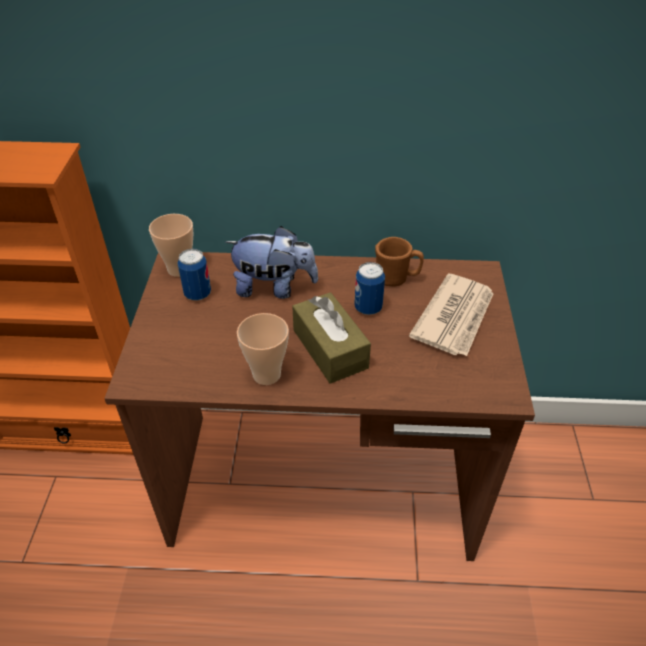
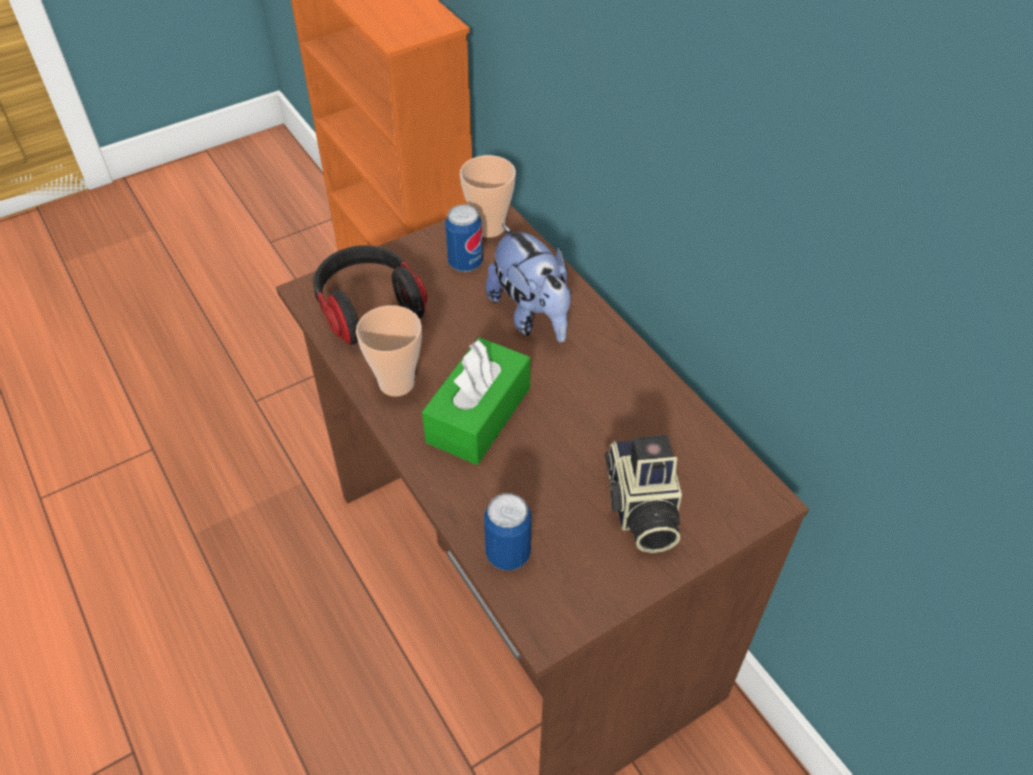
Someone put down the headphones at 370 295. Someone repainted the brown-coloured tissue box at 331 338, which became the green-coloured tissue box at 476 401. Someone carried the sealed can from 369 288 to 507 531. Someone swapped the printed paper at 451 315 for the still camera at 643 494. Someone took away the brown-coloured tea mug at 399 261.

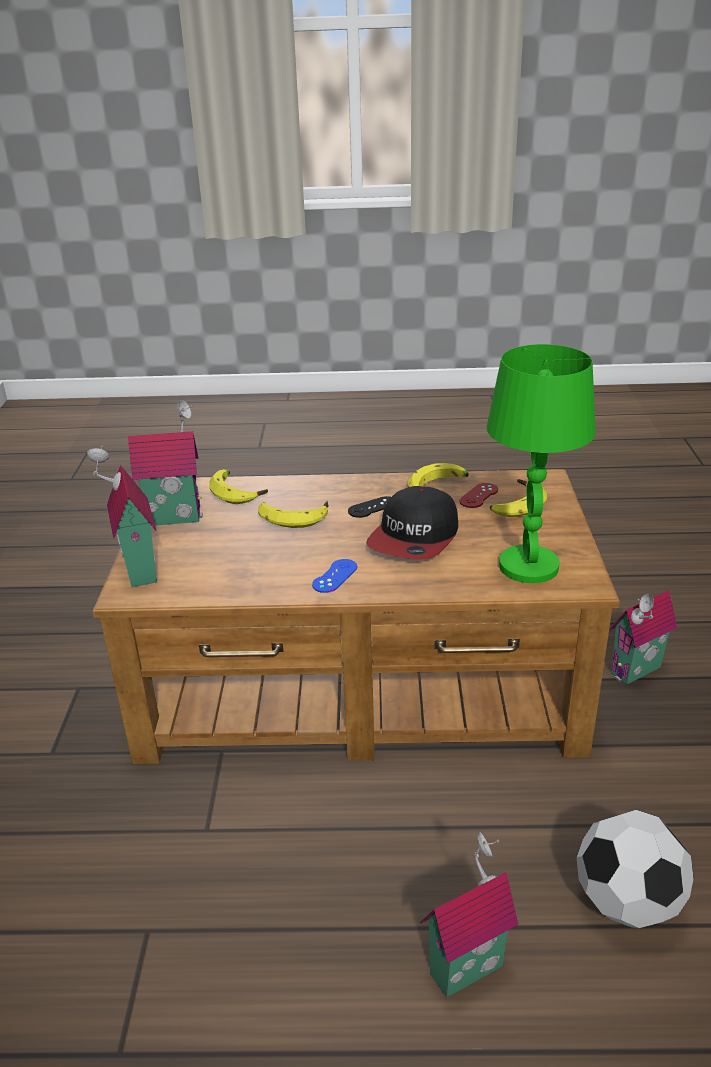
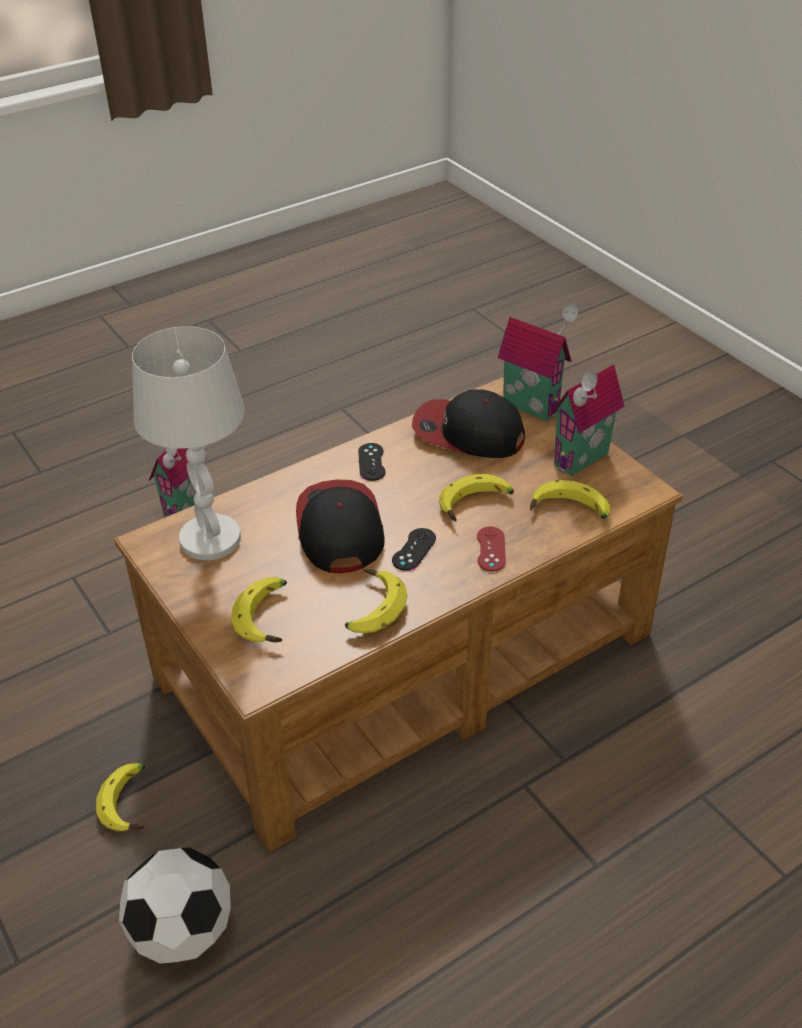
Someone swapped the toy house at 643 637 for the banana fruit at 120 797. Someone carried the football ball from 635 869 to 175 905. Someone repainted the green-coloured table lamp at 541 463, which became the white-coloured table lamp at 188 443. Someone repainted the bluish joypad at 334 576, which became the blackish joypad at 371 462. Someone put down the cap at 468 423. Someone carried the red joypad from 478 495 to 491 548.

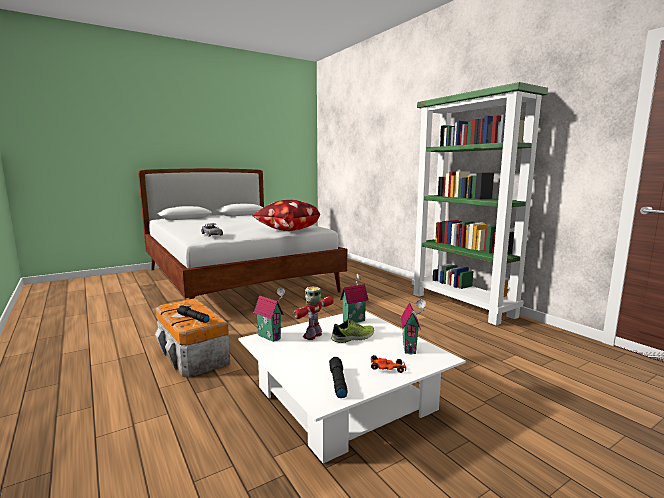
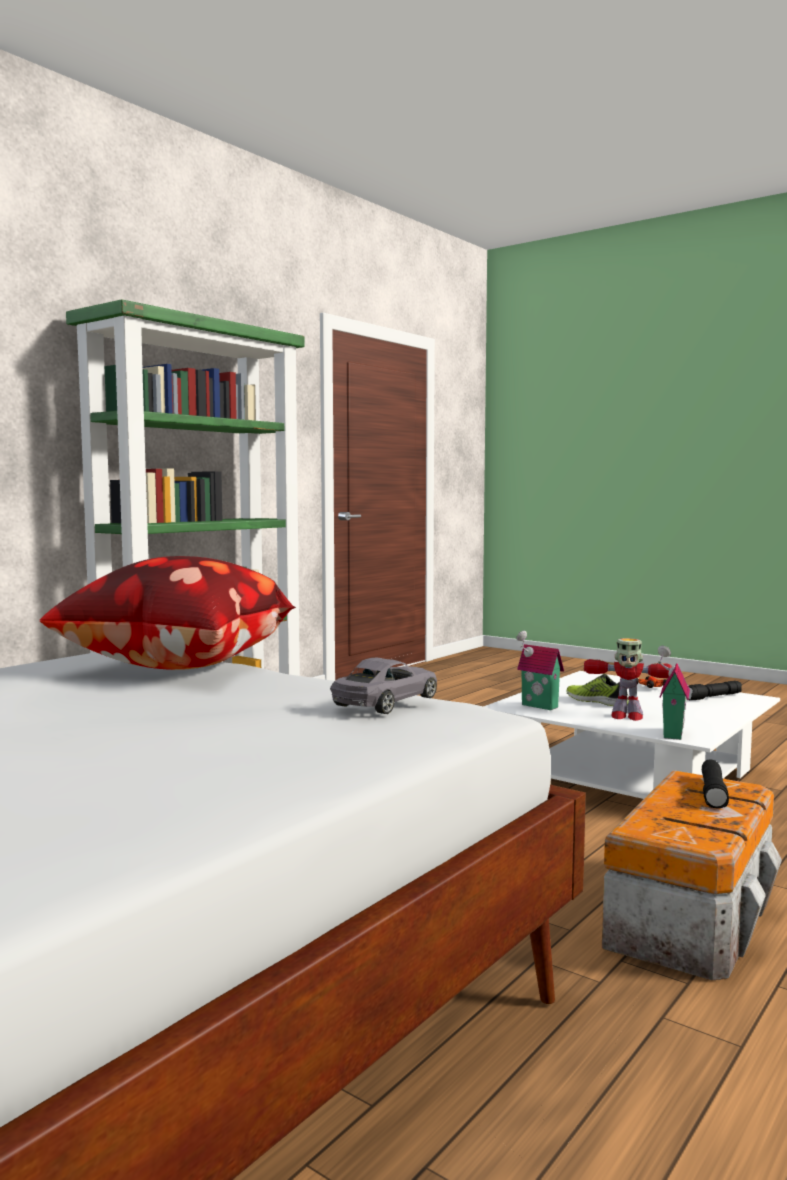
Someone took away the toy house at 413 326.

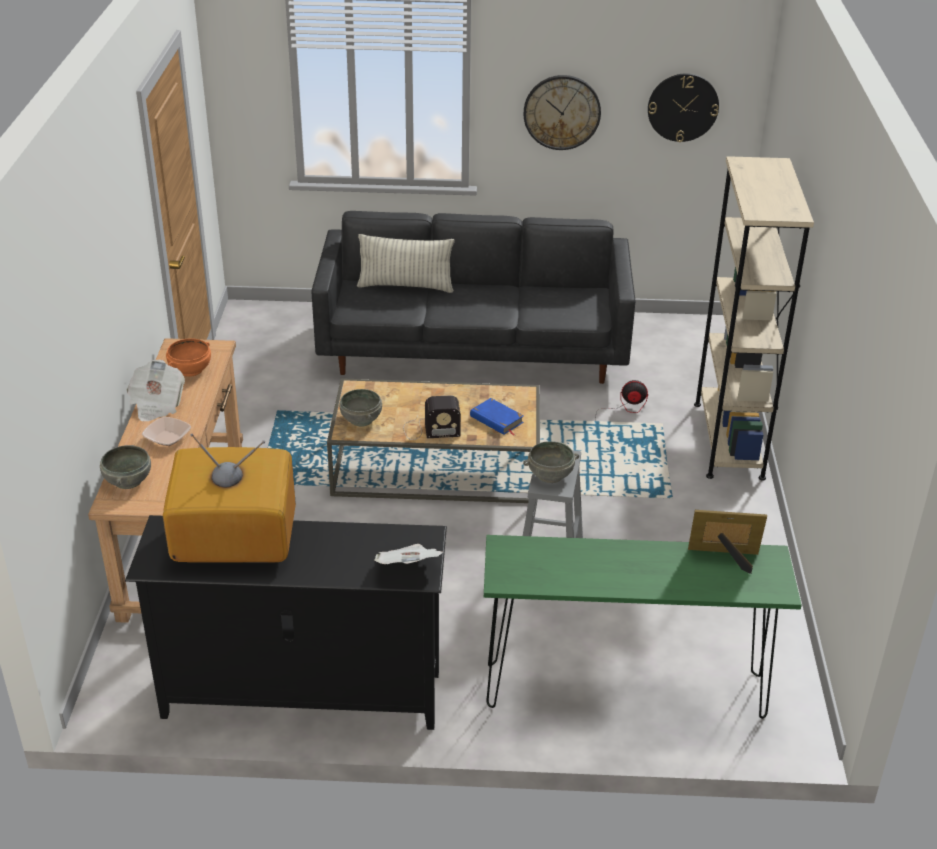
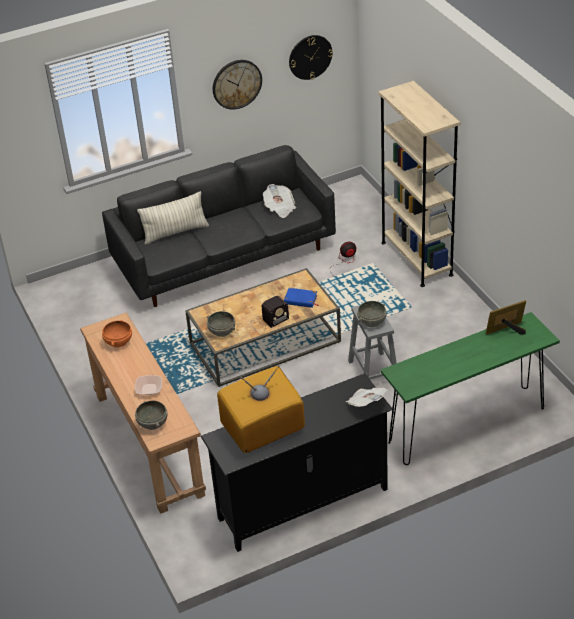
Someone carried the printed paper from 156 391 to 279 201.

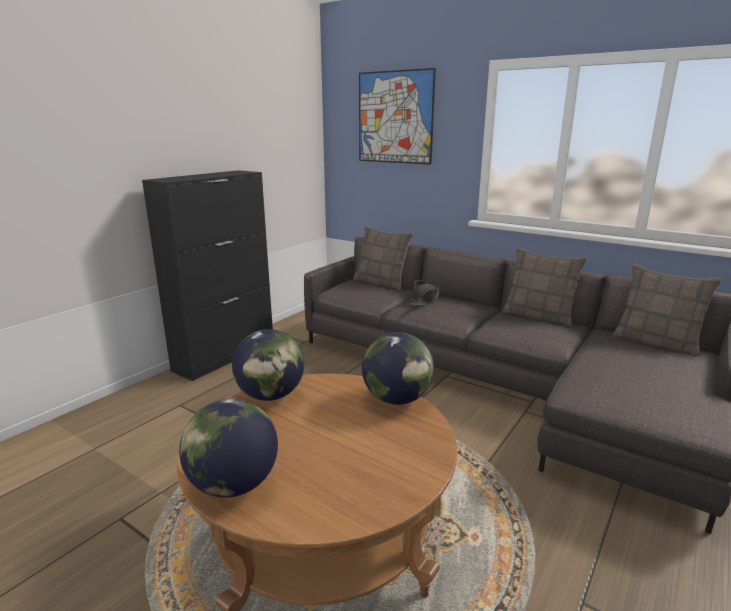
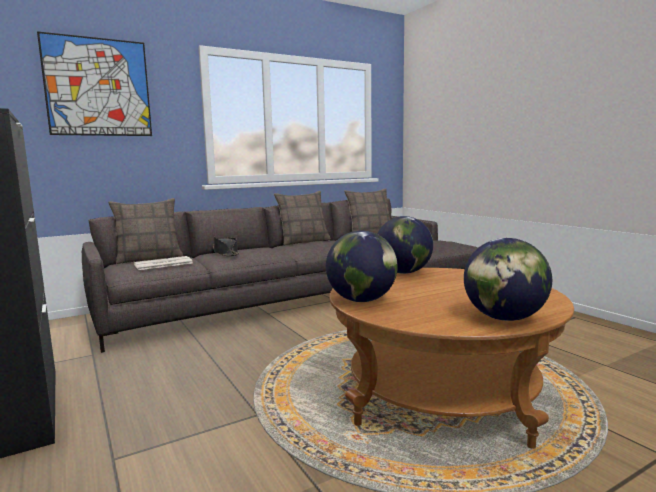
Someone put down the printed paper at 163 263.

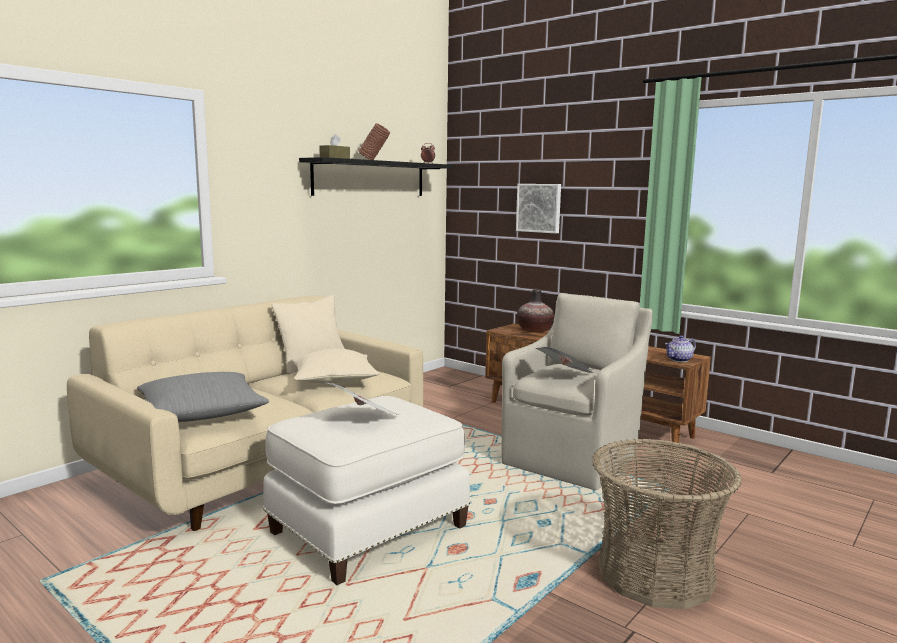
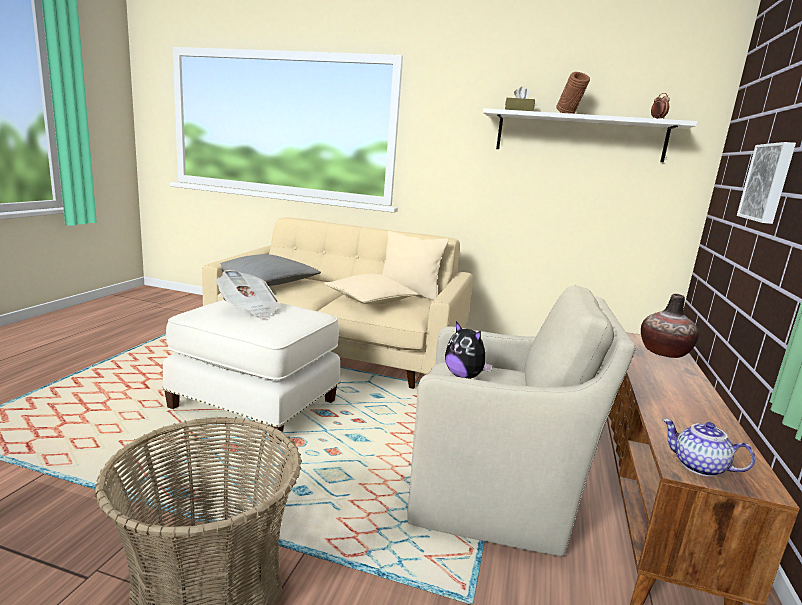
Someone swapped the printed paper at 565 360 for the cuddly toy at 469 350. Someone repainted the blackish shelf at 376 176, which became the white-coloured shelf at 590 135.

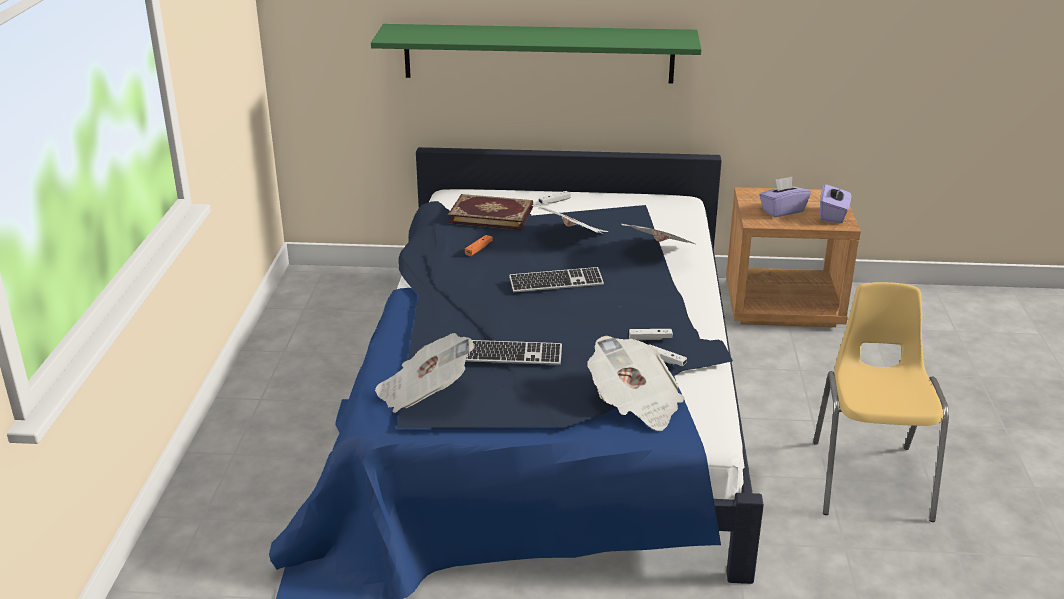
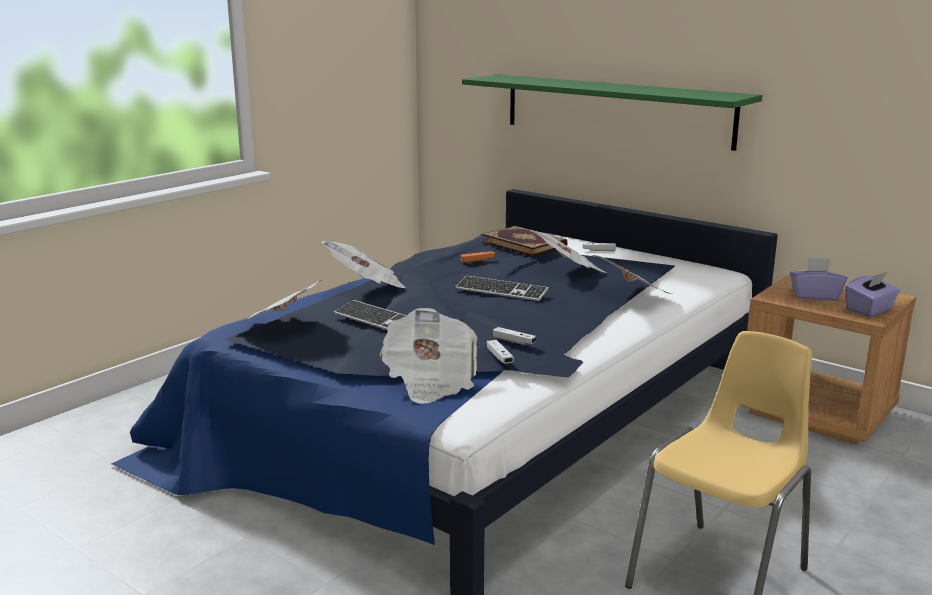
Someone put down the printed paper at 363 264.

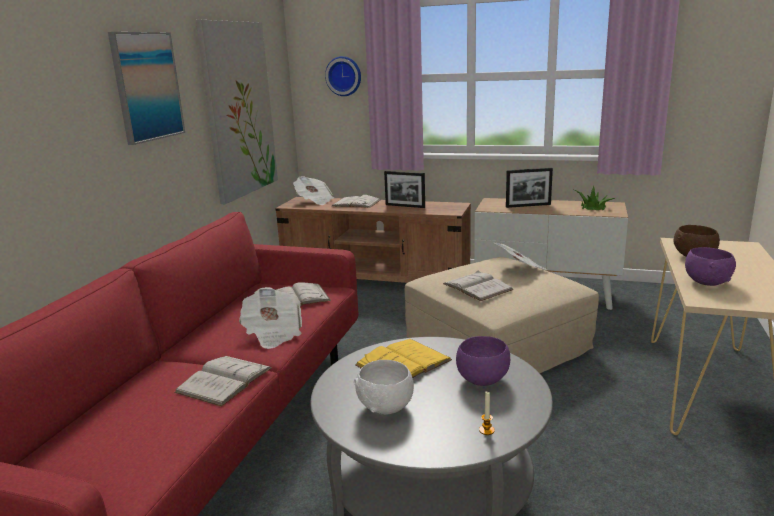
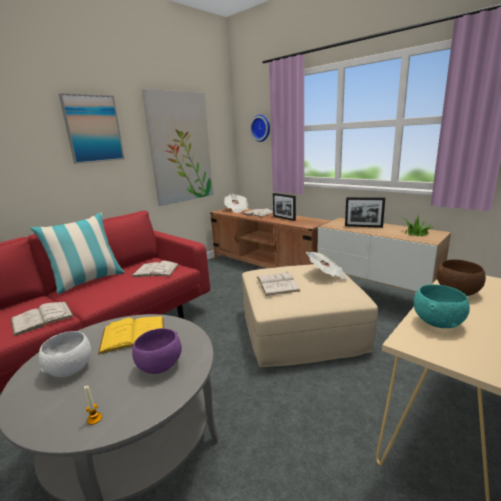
Someone put down the pillow at 77 253. Someone repainted the purple bowl at 710 266, which became the blue-green bowl at 442 306. Someone took away the printed paper at 270 318.

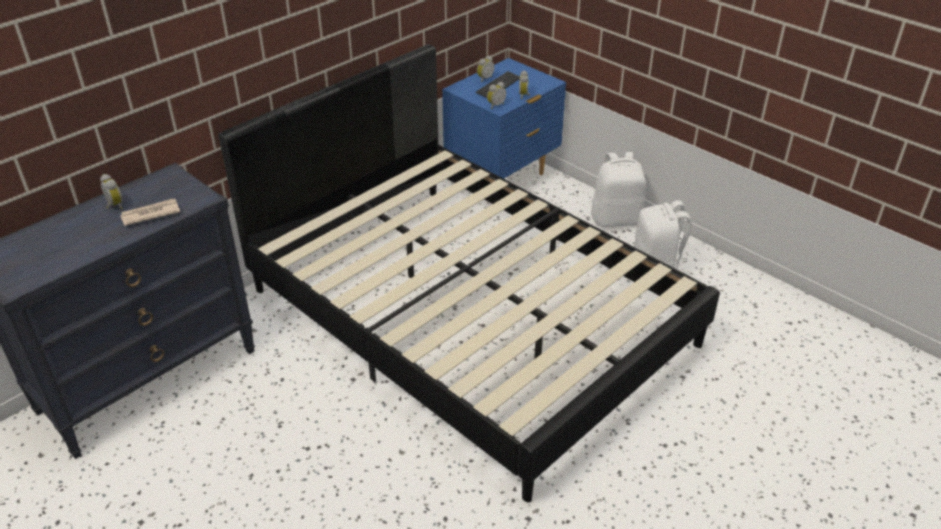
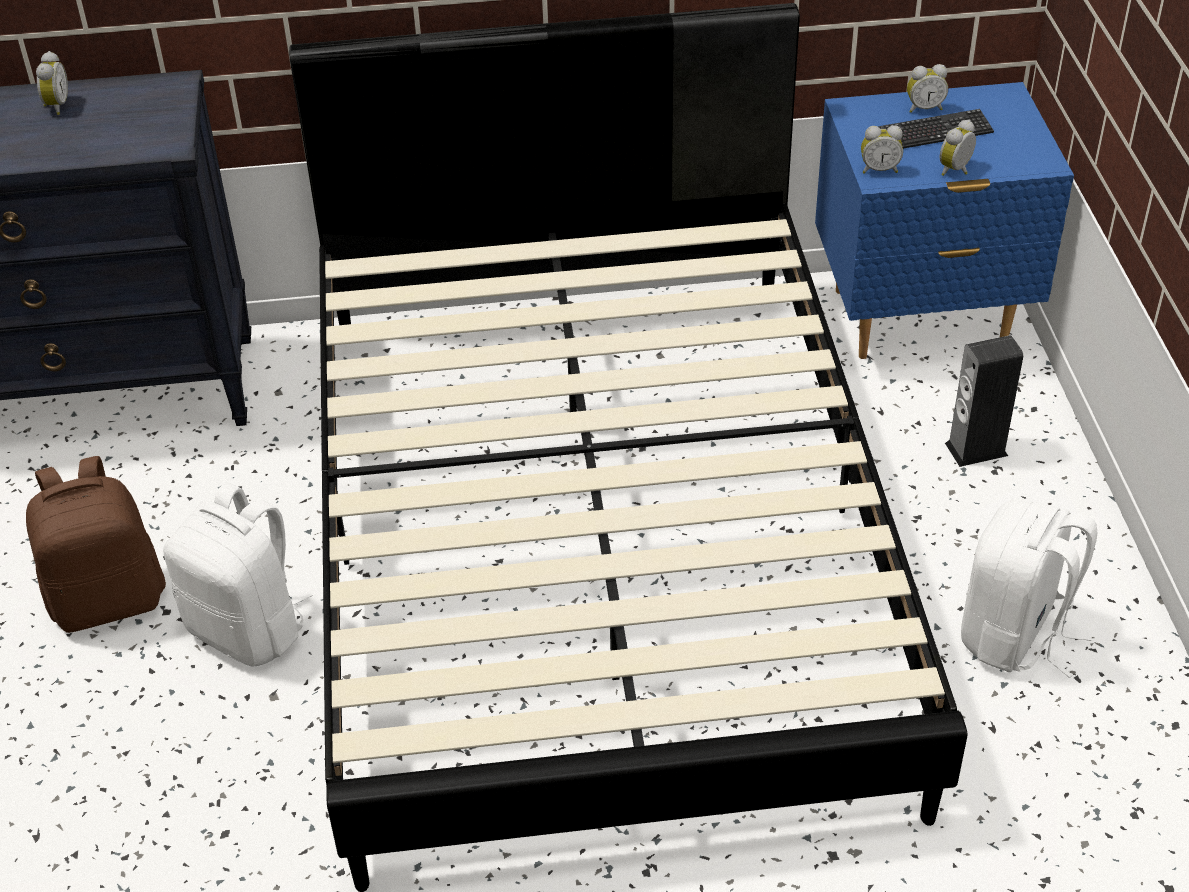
Someone put down the brown-coloured knapsack at 96 544. Someone carried the white-coloured knapsack from 618 189 to 238 574. Someone put down the speaker at 984 401. Someone took away the printed paper at 150 212.

